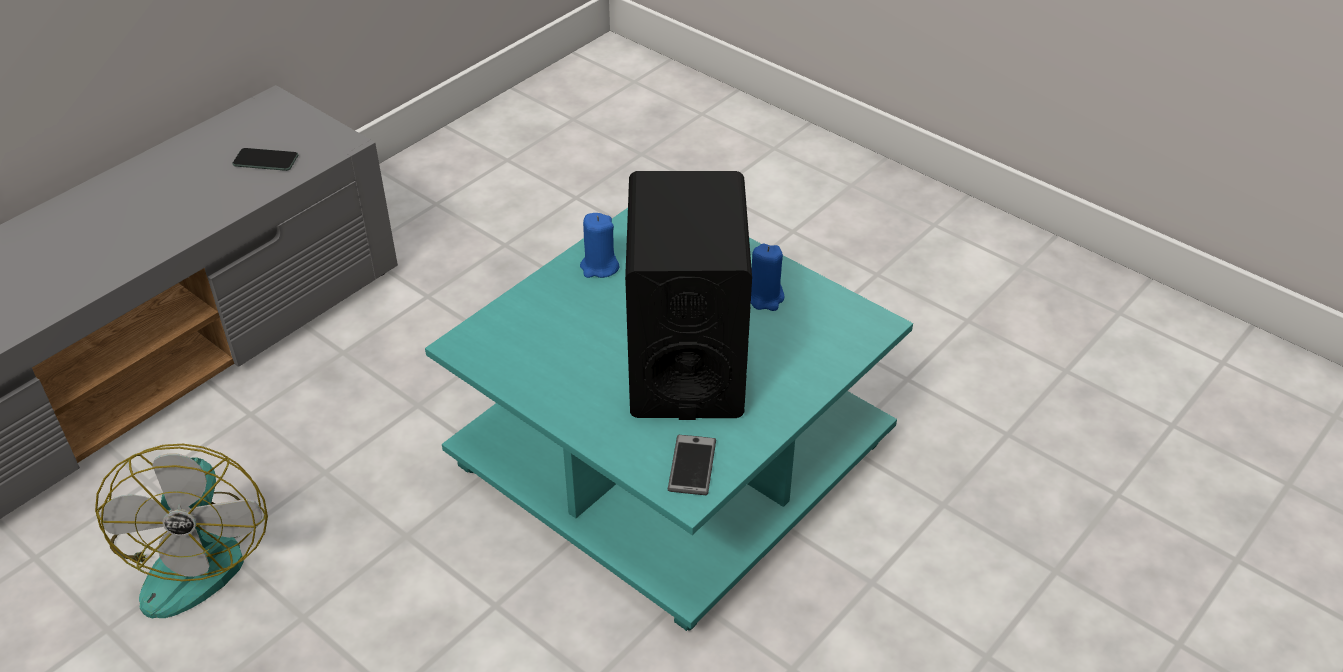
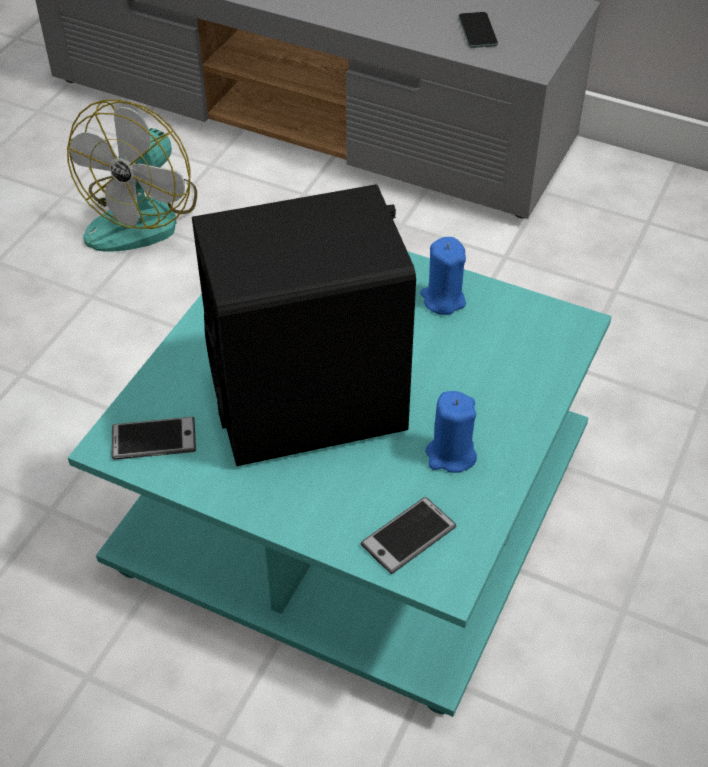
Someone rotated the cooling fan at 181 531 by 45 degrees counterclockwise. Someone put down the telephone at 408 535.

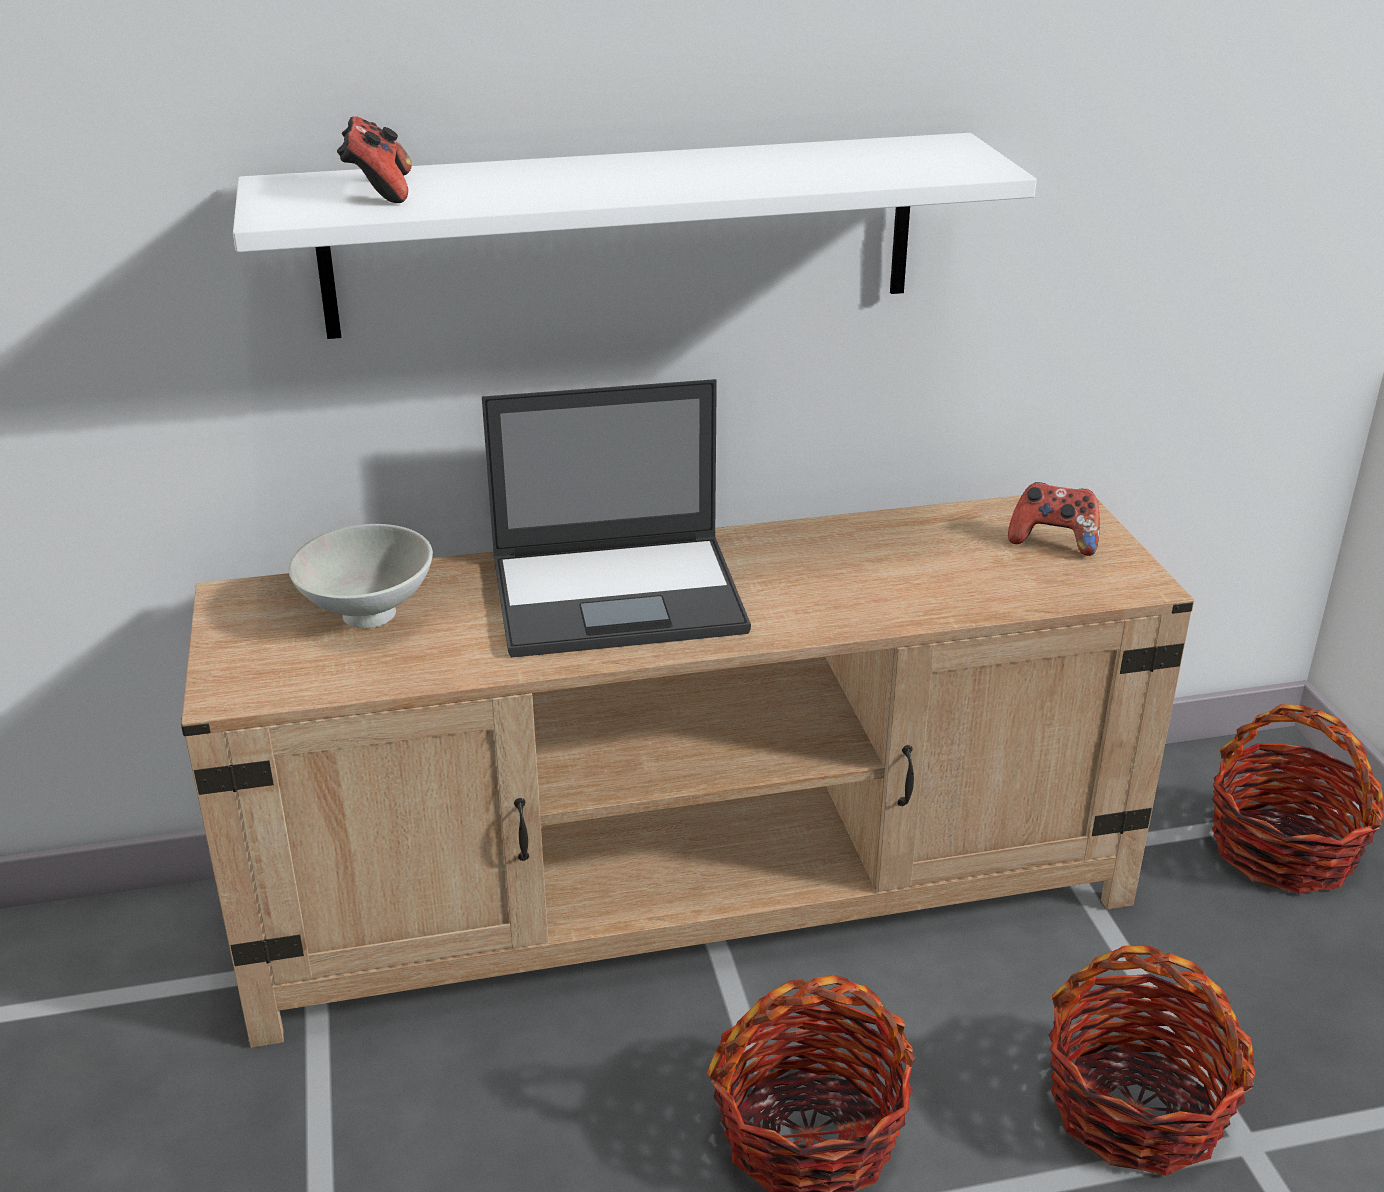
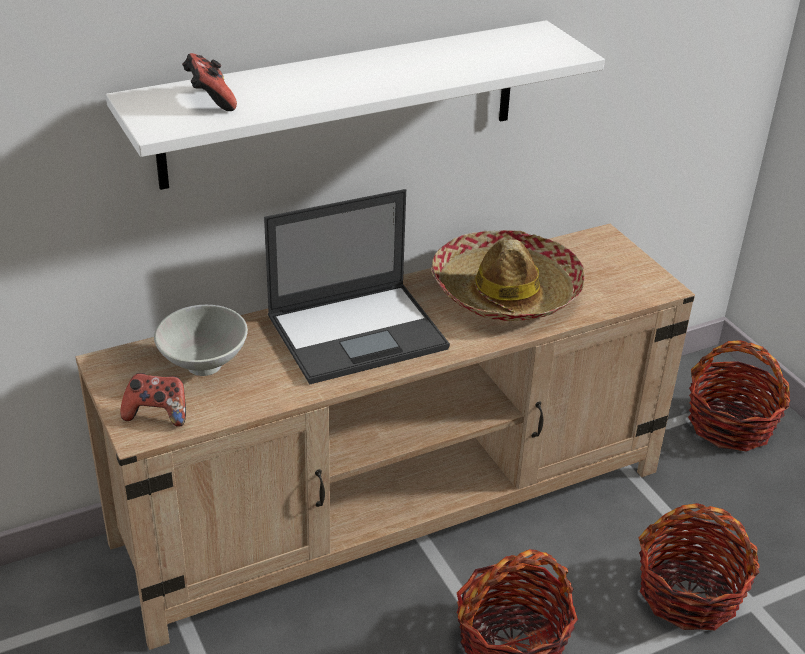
Someone carried the joypad from 1054 519 to 153 400. Someone put down the wearable hat at 508 275.

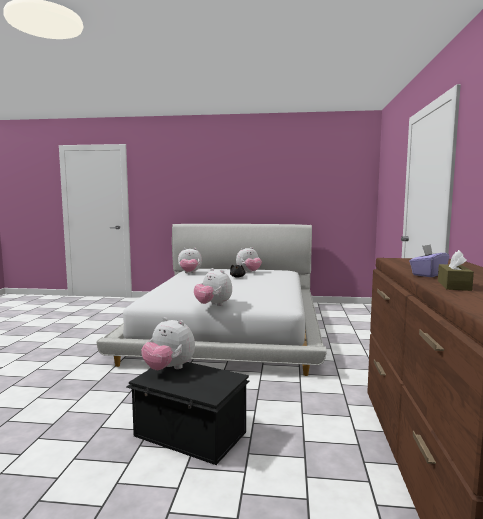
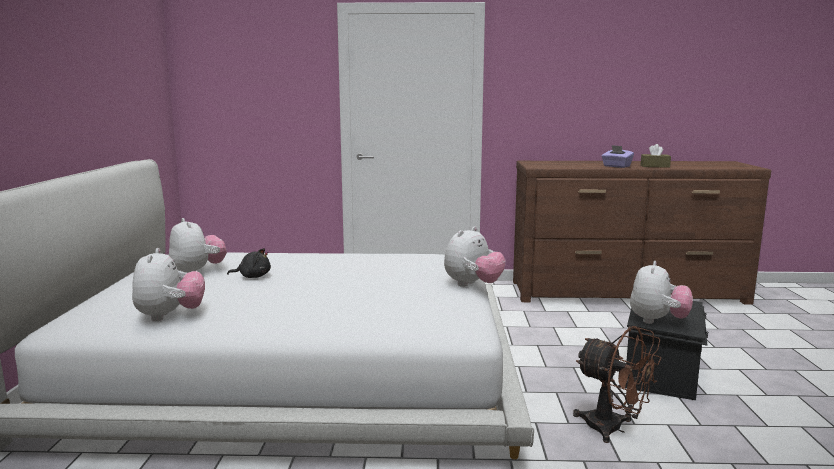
Someone put down the brown-coloured cooling fan at 617 384.

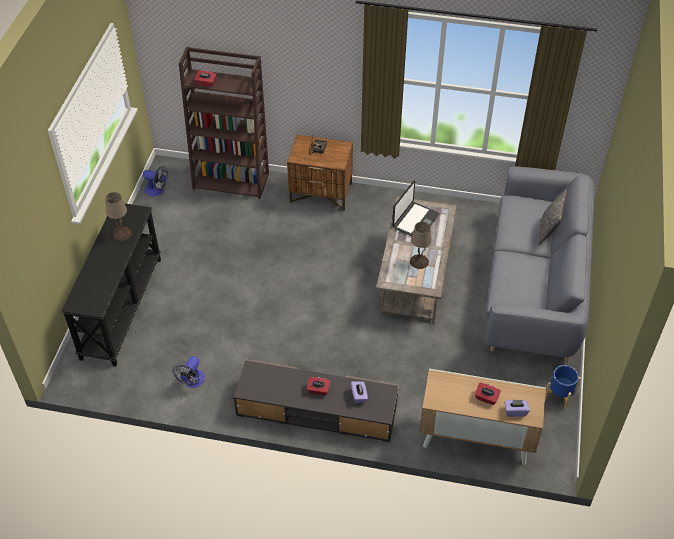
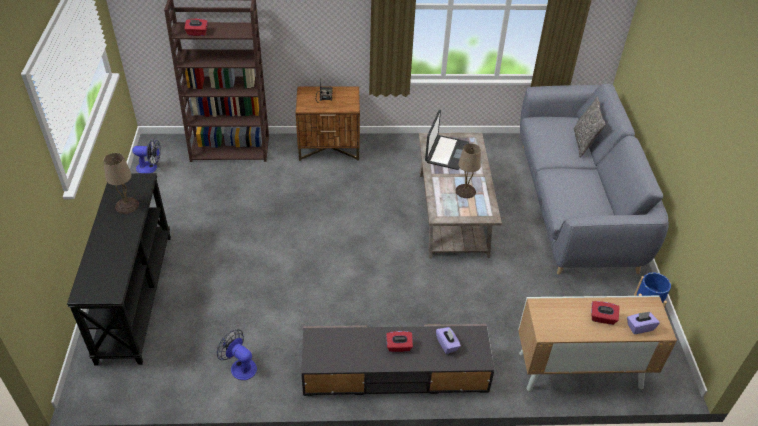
Someone rotated the cooling fan at 189 372 by 120 degrees clockwise.

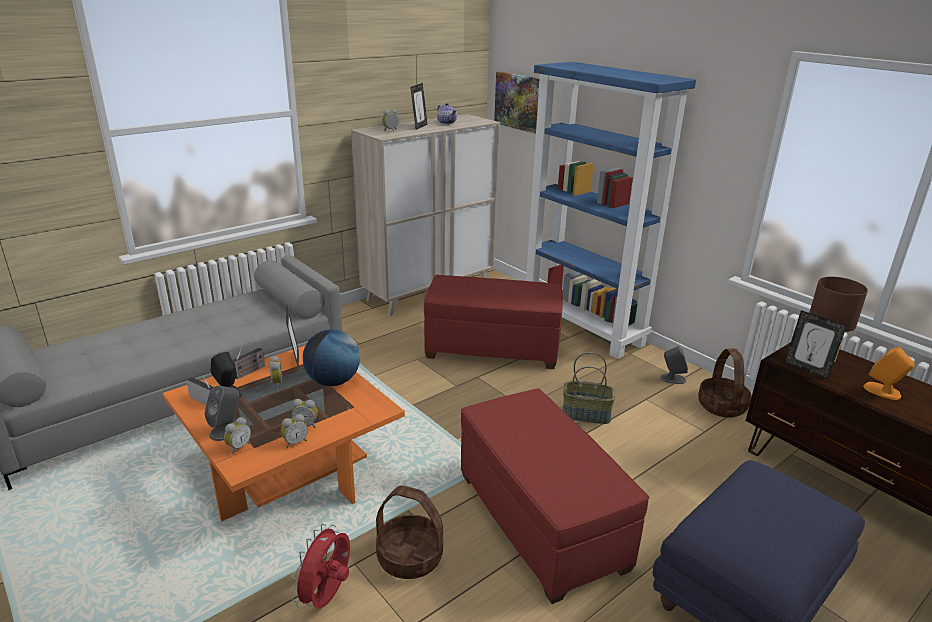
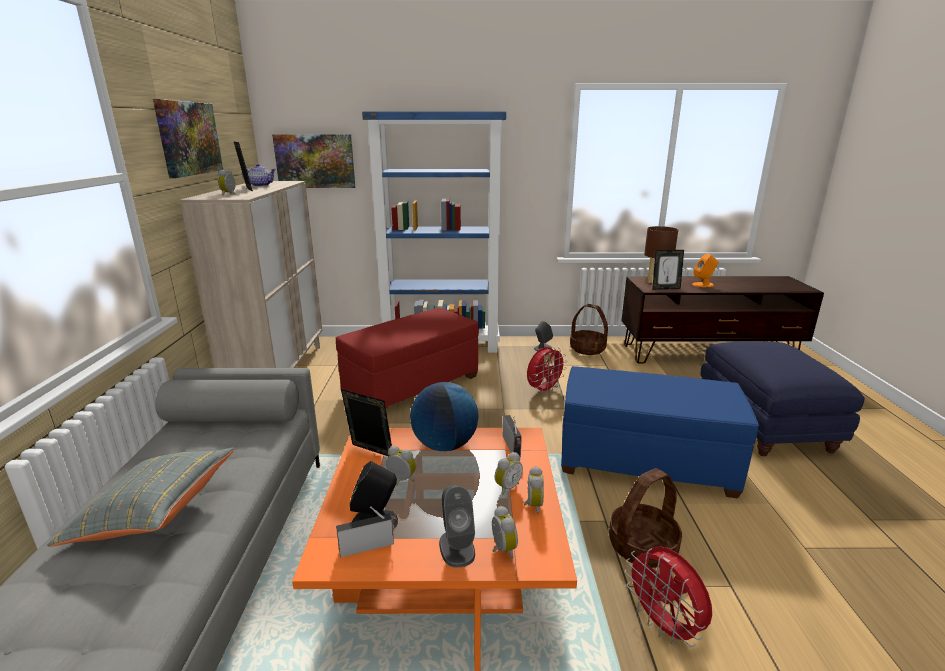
Someone put down the grey pillow at 140 497. Someone put up the wall picture at 188 138. Someone carried the radio receiver from 248 363 to 512 436. Someone swapped the basket at 588 388 for the red cooling fan at 547 370. Someone repainted the red footrest at 555 496, which became the bluish footrest at 660 432.

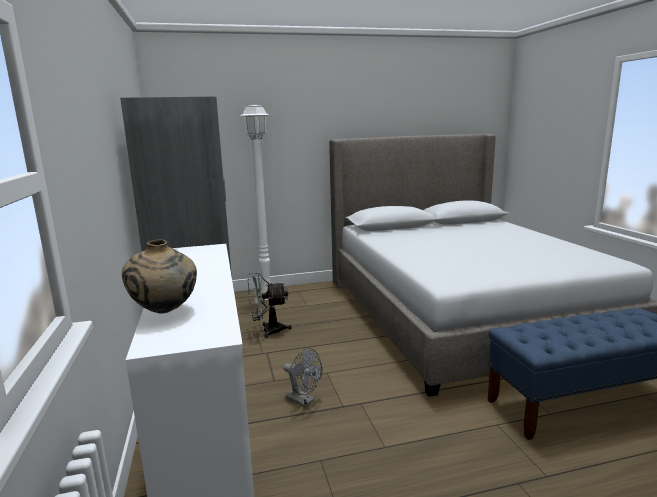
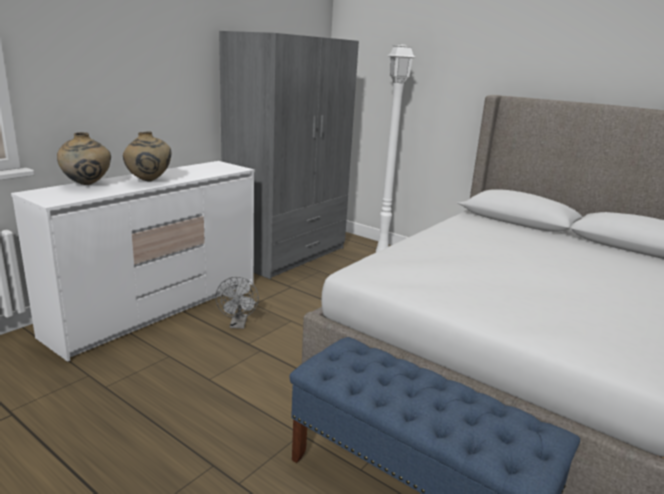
Someone put down the beige-coloured decorative vase at 147 156. Someone took away the grey cooling fan at 269 305.

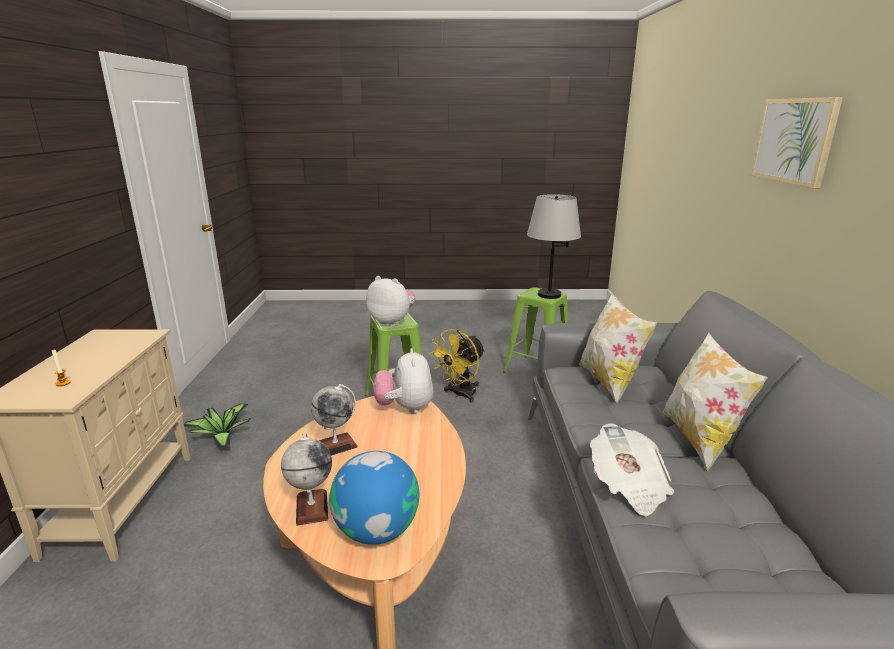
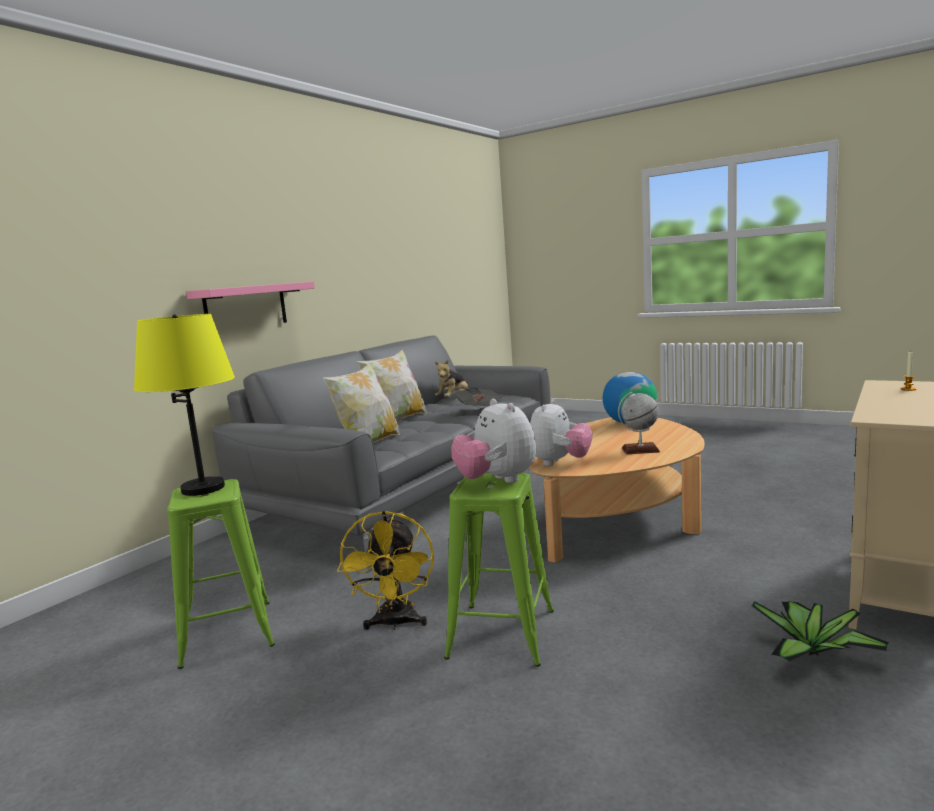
Someone repainted the grey table lamp at 554 246, which became the yellow table lamp at 184 405. Someone put up the pinkish shelf at 250 302. Someone rotated the yellow cooling fan at 457 365 by 105 degrees clockwise. Someone put down the cuddly toy at 452 378. Someone took away the desk globe at 306 479. Someone took away the wall picture at 797 142.

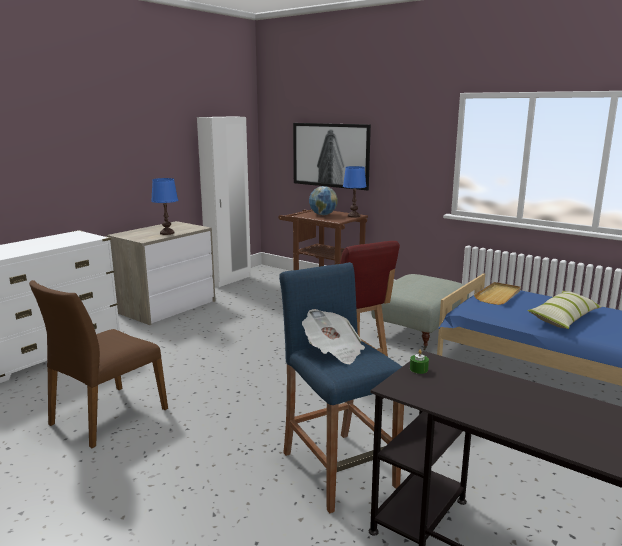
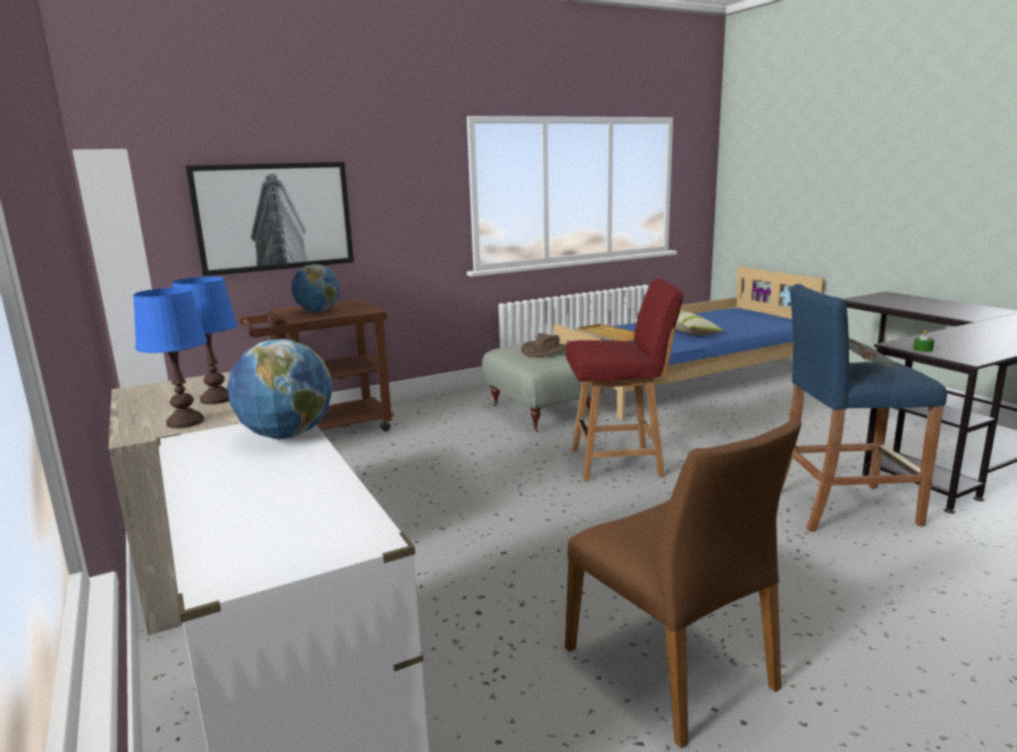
Someone carried the bluish table lamp from 355 192 to 170 357. Someone put down the desk globe at 279 389. Someone put down the brown-coloured wearable hat at 544 345.

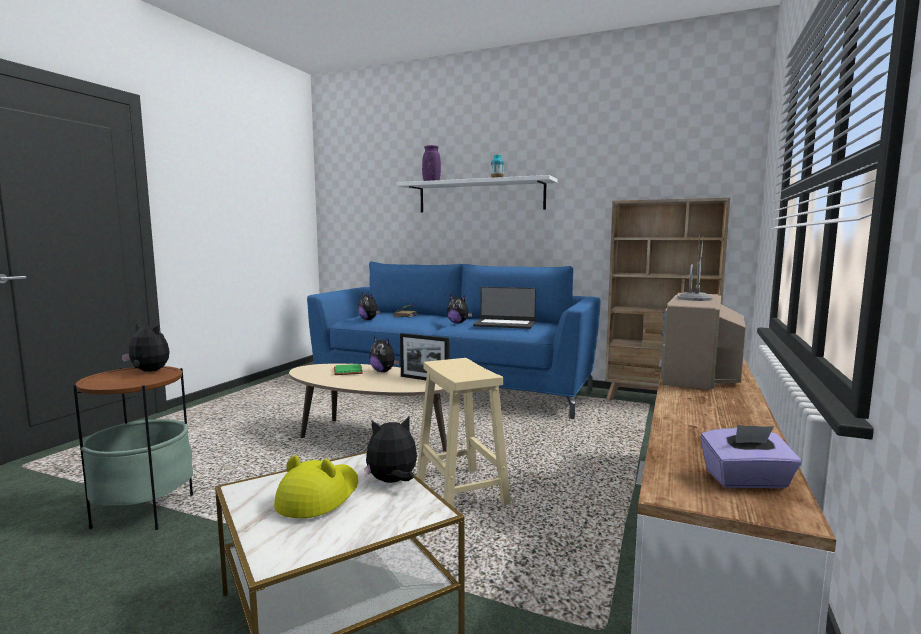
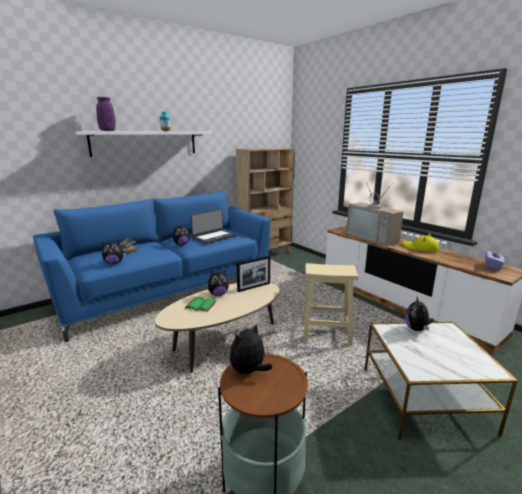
Someone carried the yellow wearable hat from 316 486 to 420 242.

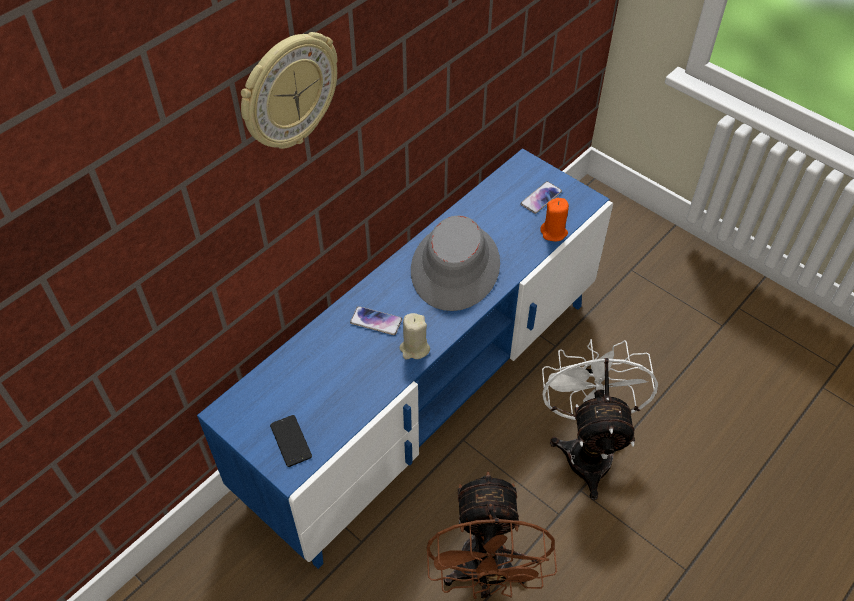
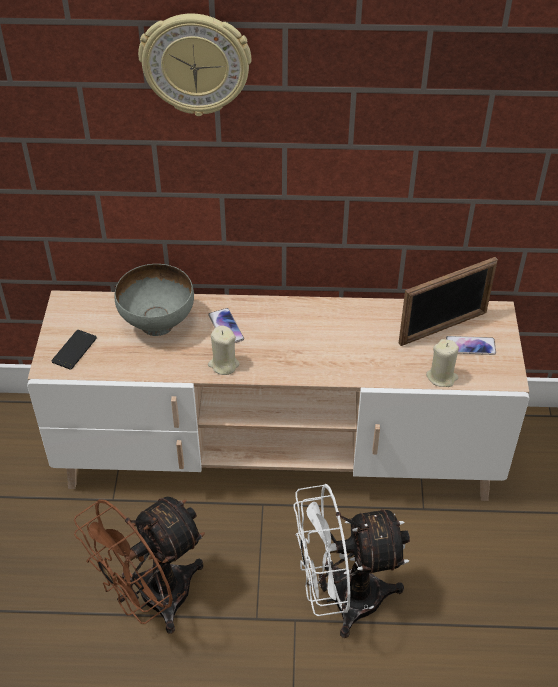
Someone repainted the bluish tv stand at 405 358, which became the beige-coloured tv stand at 278 395. Someone put down the grey bowl at 154 300. Someone rotated the white-coloured cooling fan at 600 419 by 150 degrees counterclockwise. Someone put down the photo frame at 448 301. Someone repainted the orangey candle at 554 219, which became the beige-coloured candle at 442 363. Someone took away the grey wearable hat at 455 263.

